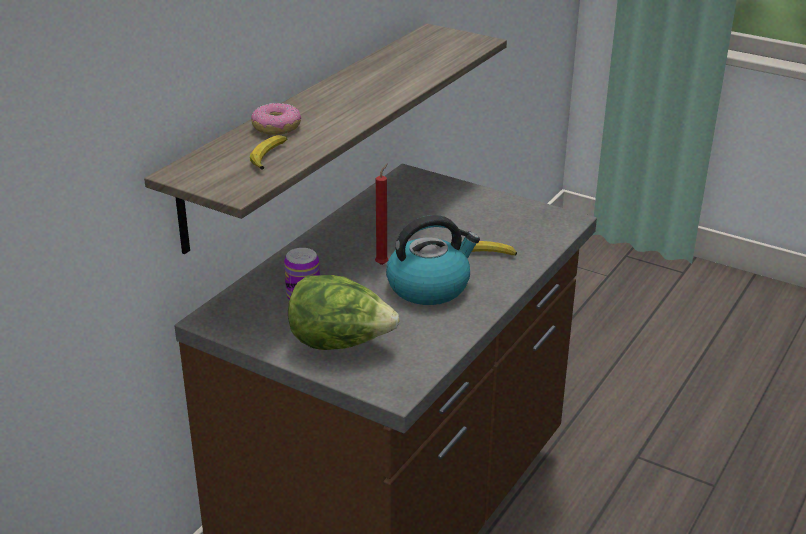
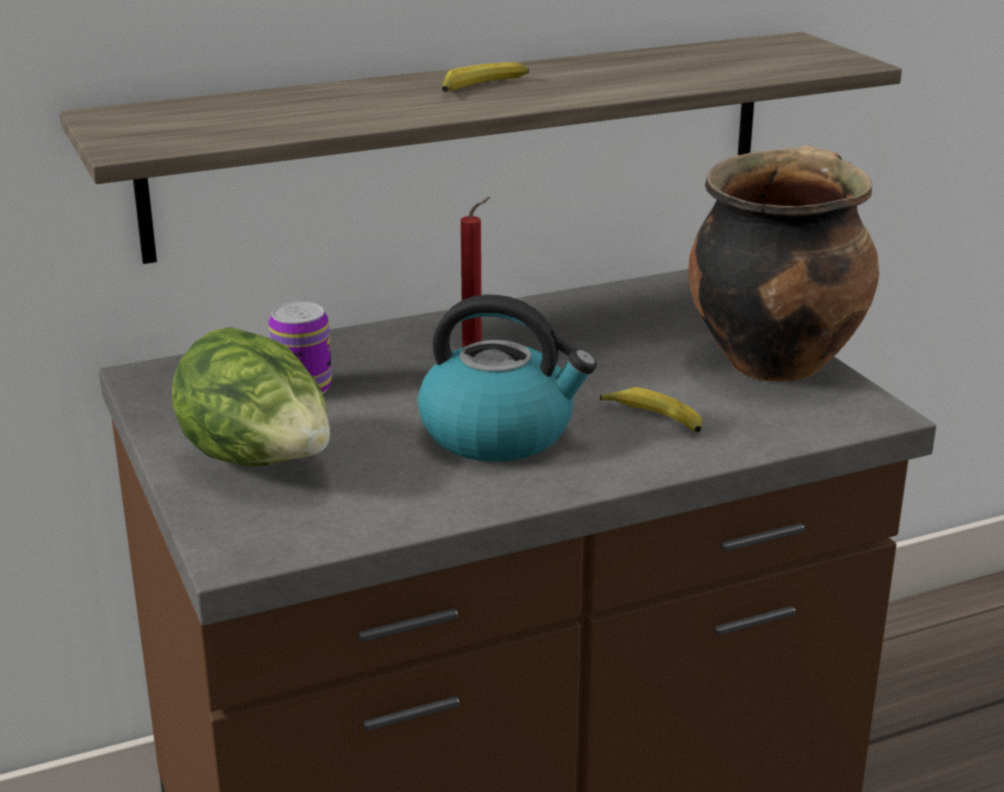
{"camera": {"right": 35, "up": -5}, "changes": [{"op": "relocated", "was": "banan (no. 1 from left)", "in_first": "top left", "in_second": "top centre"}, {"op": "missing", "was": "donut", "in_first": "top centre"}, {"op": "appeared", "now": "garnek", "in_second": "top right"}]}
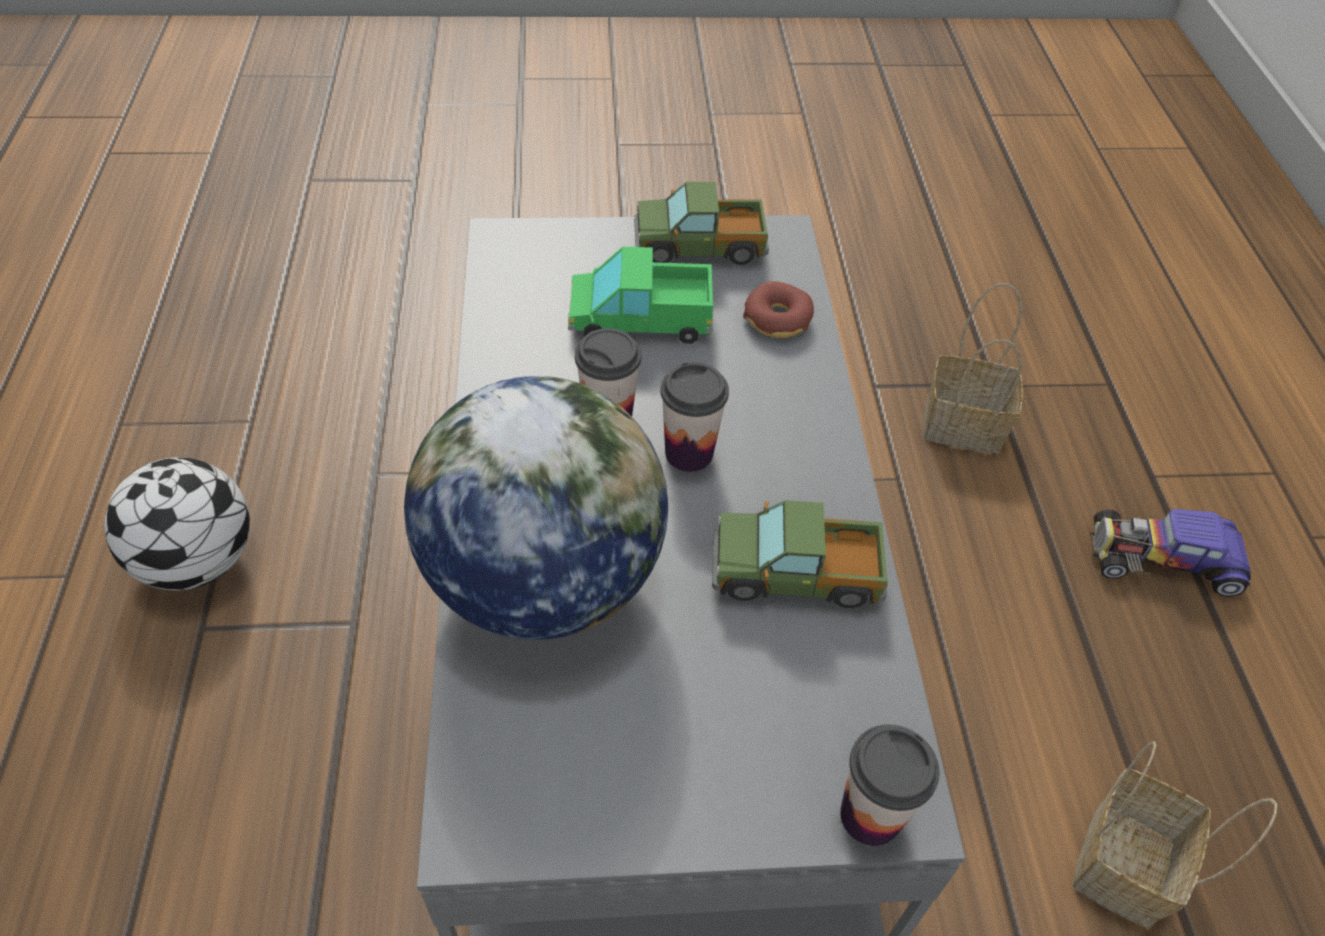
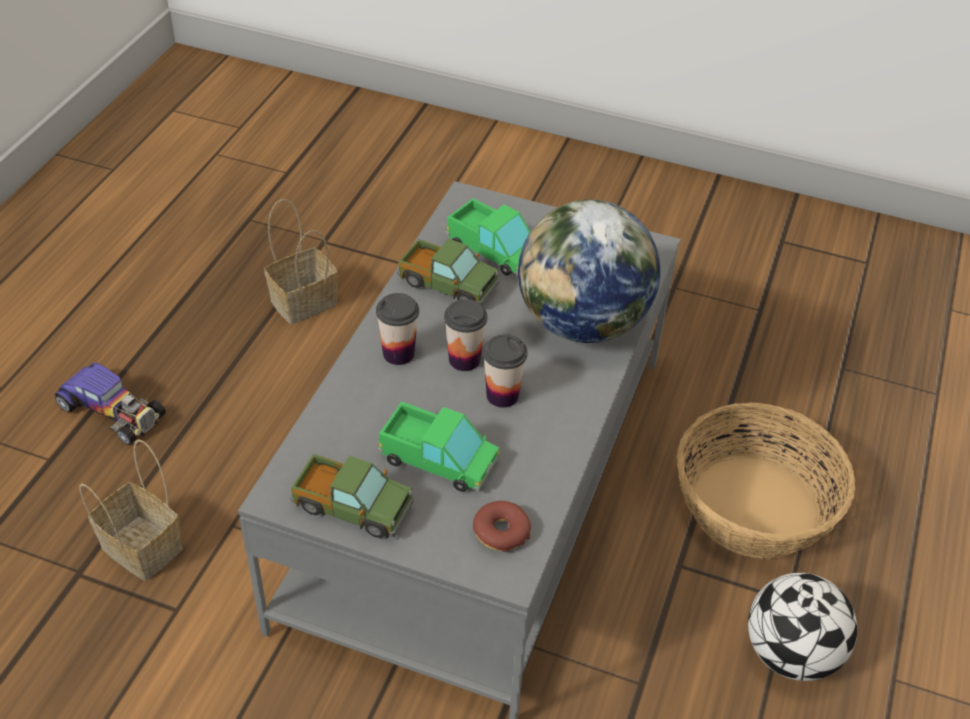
{"camera": {"right": -155, "up": -5}, "changes": [{"op": "relocated", "was": "donut", "in_first": "top centre", "in_second": "bottom centre"}, {"op": "relocated", "was": "filiżanka (no. 3 from left in the first image)", "now": "filiżanka (no. 1 from left)", "in_first": "bottom right", "in_second": "centre"}, {"op": "appeared", "now": "ciężarówka zabawkowa (no. 4 from left)", "in_second": "top centre"}, {"op": "appeared", "now": "koszyk (no. 3 from left)", "in_second": "bottom right"}]}
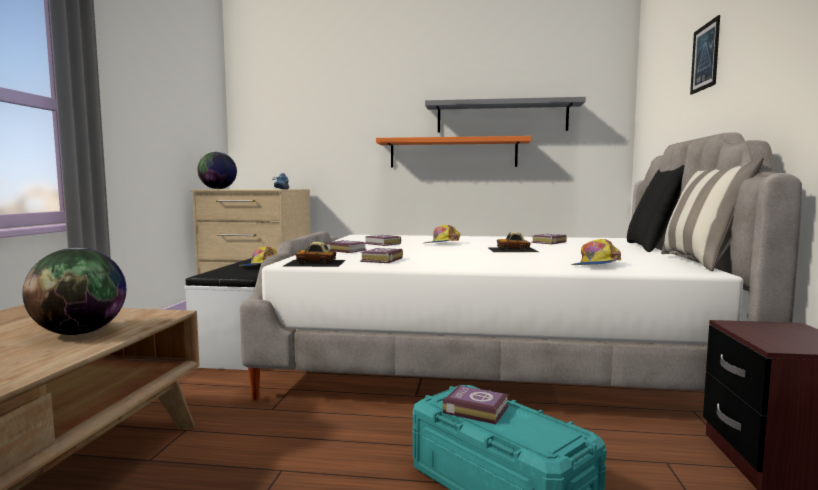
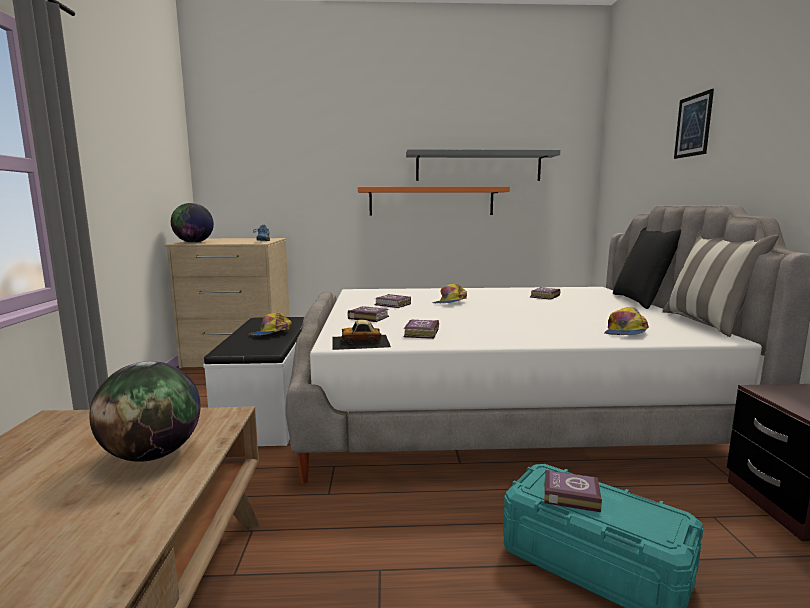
{"camera": {"right": -10, "up": 5}, "changes": [{"op": "missing", "was": "samochodzik (no. 2 from left)", "in_first": "centre"}]}
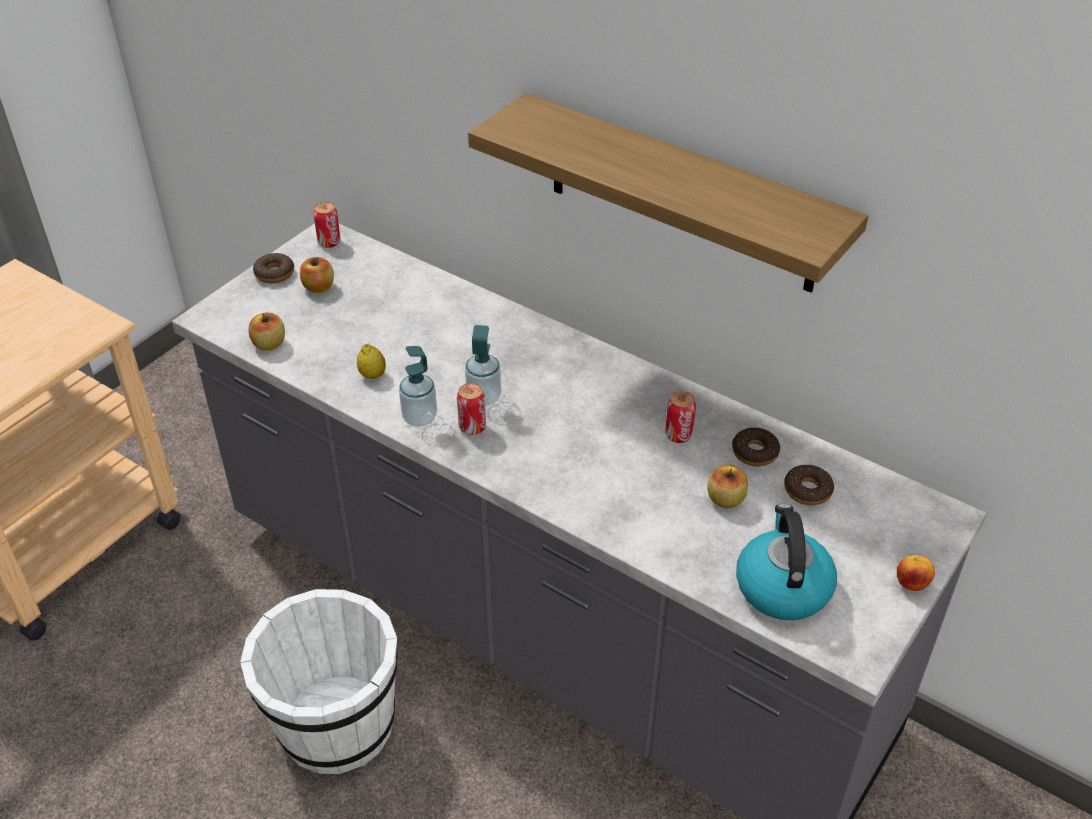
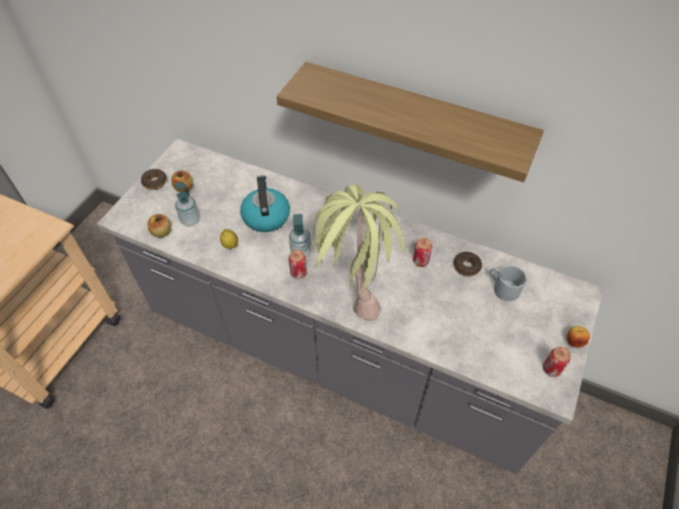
{"camera": {"right": -10, "up": 10}, "changes": [{"op": "missing", "was": "wiadro [biały]", "in_first": "bottom left"}, {"op": "relocated", "was": "puszka (no. 1 from left in the first image)", "now": "puszka (no. 3 from left)", "in_first": "top left", "in_second": "bottom right"}, {"op": "relocated", "was": "dozownik mydła (no. 1 from left)", "in_first": "centre", "in_second": "middle left"}, {"op": "missing", "was": "jabłko (no. 3 from left)", "in_first": "centre"}, {"op": "relocated", "was": "czajnik", "in_first": "bottom right", "in_second": "centre"}, {"op": "exchanged", "was": "donut (no. 3 from left)", "now": "kubek [szary]", "in_first": "middle right", "in_second": "middle right"}, {"op": "appeared", "now": "roślina doniczkowa", "in_second": "centre"}]}
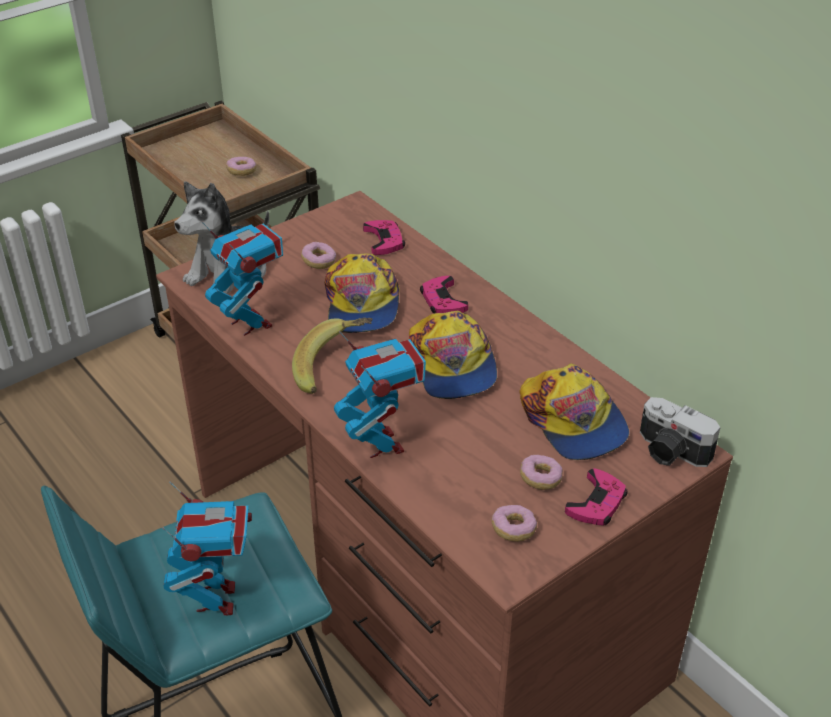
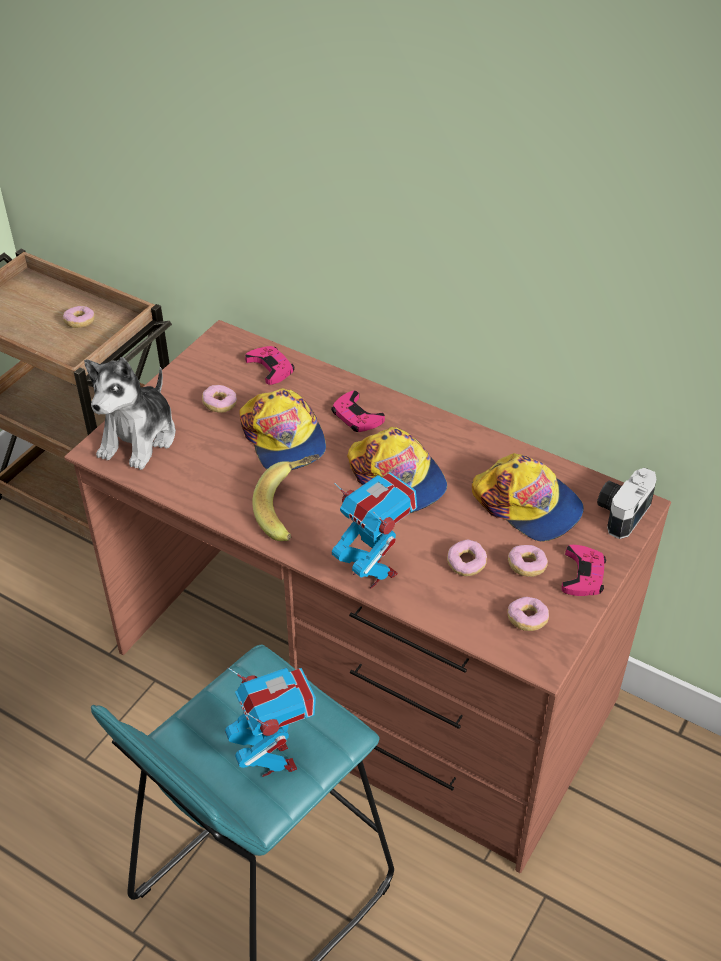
{"camera": {"right": -20, "up": 5}, "changes": [{"op": "missing", "was": "robot zabawkowy (no. 2 from left)", "in_first": "middle left"}, {"op": "spun", "was": "aparat fotograficzny", "in_first": "middle right", "in_second": "middle right", "clockwise": 105}, {"op": "appeared", "now": "donut (no. 3 from left)", "in_second": "centre"}]}
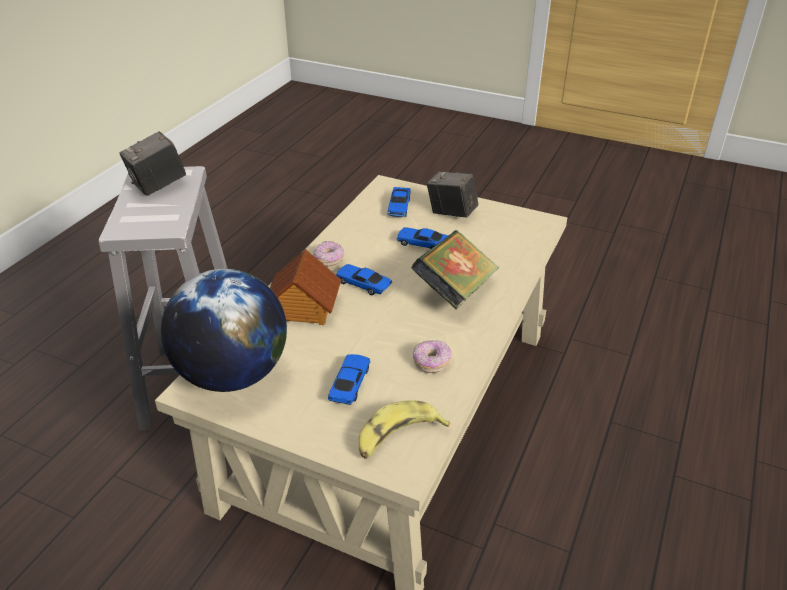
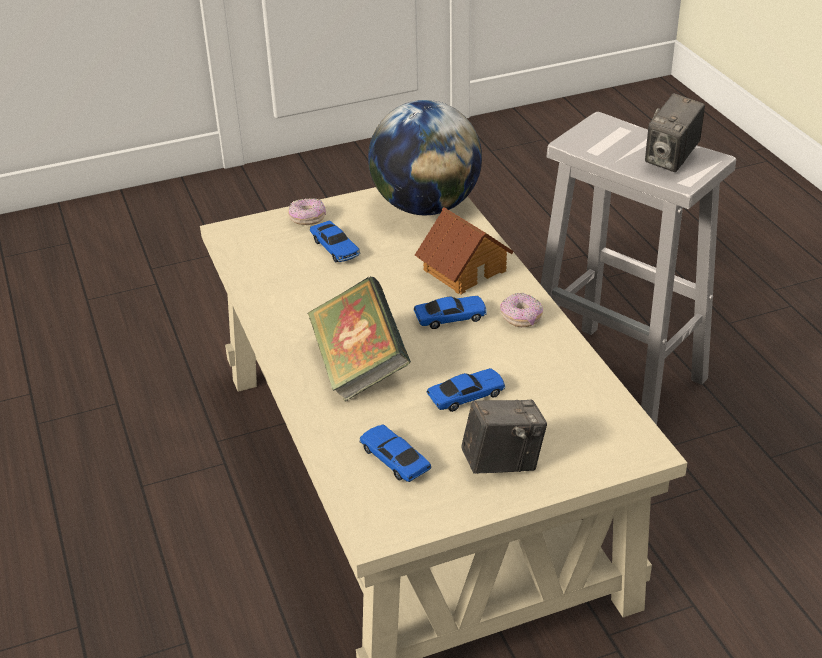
{"camera": {"right": 135, "up": 0}, "changes": [{"op": "spun", "was": "aparat fotograficzny (no. 1 from left in the first image)", "in_first": "top left", "in_second": "top right", "clockwise": -150}, {"op": "missing", "was": "banan", "in_first": "bottom centre"}, {"op": "relocated", "was": "samochodzik (no. 3 from left in the first image)", "now": "samochodzik (no. 2 from left)", "in_first": "centre", "in_second": "bottom centre"}, {"op": "relocated", "was": "donut (no. 2 from left in the first image)", "now": "donut (no. 1 from left)", "in_first": "centre", "in_second": "top centre"}]}
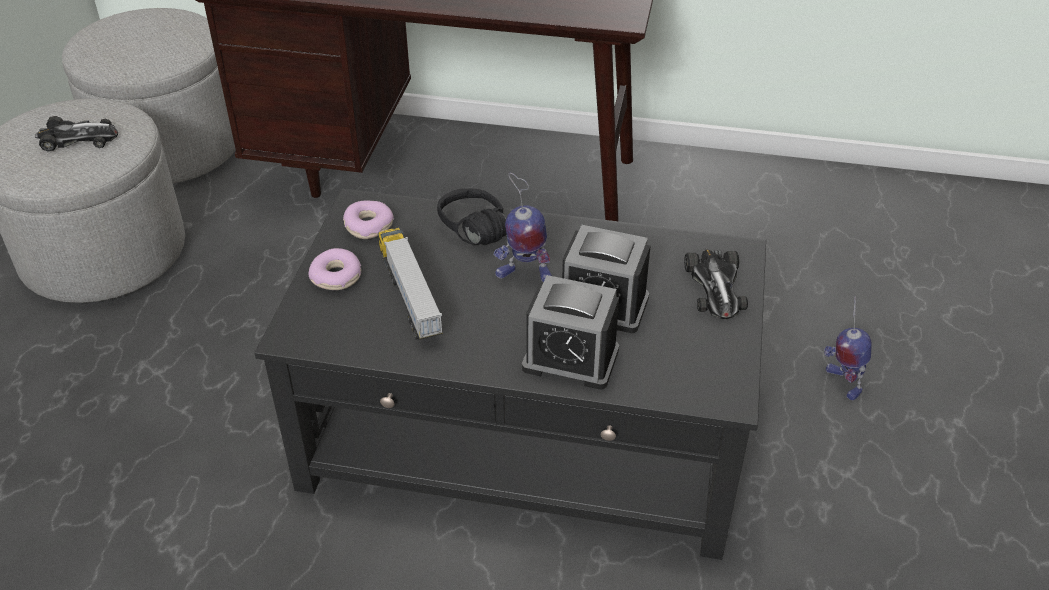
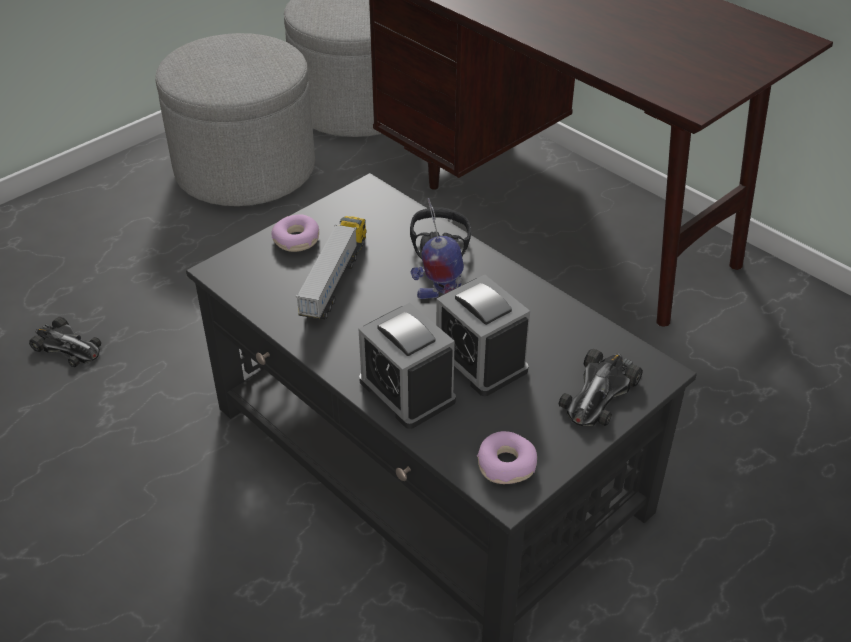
{"camera": {"right": 35, "up": 0}, "changes": [{"op": "relocated", "was": "samochodzik (no. 1 from left)", "in_first": "top left", "in_second": "middle left"}, {"op": "relocated", "was": "donut (no. 2 from left)", "in_first": "centre", "in_second": "bottom centre"}, {"op": "missing", "was": "robot zabawkowy (no. 2 from left)", "in_first": "middle right"}]}
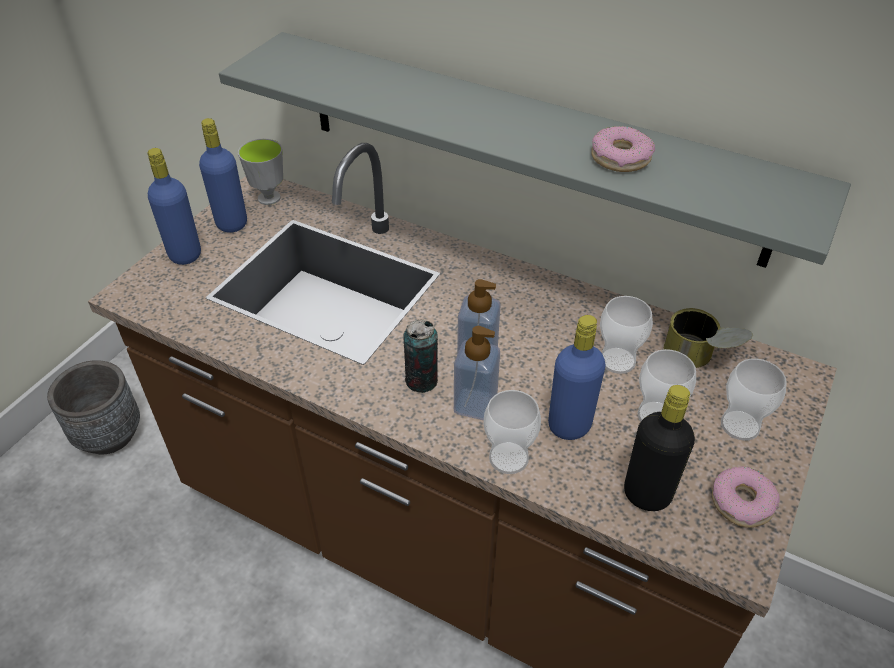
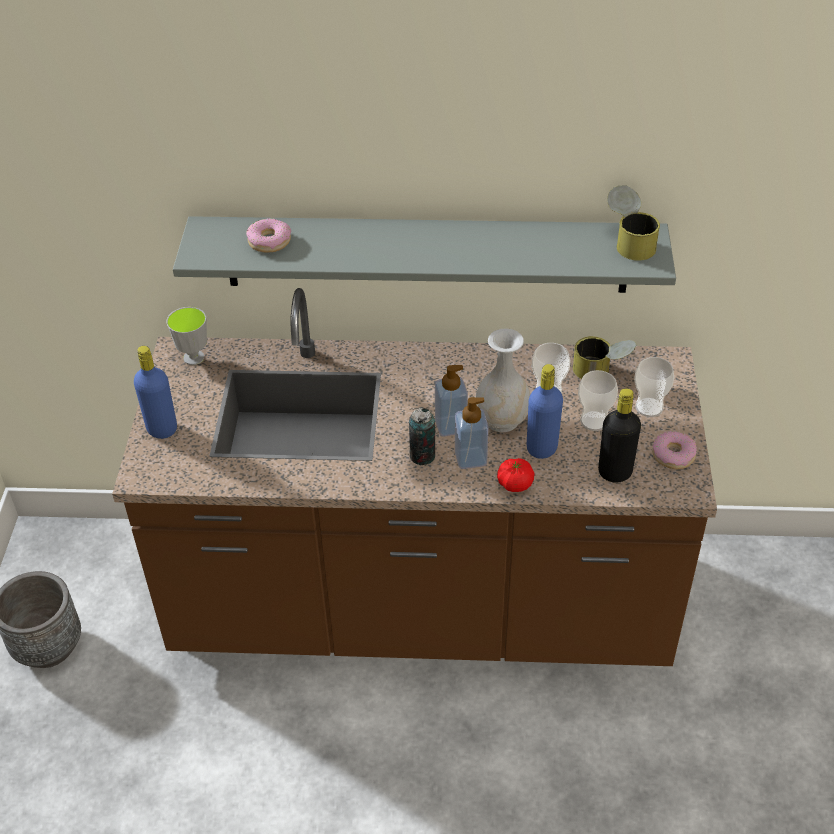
{"camera": {"right": -25, "up": 0}, "changes": [{"op": "missing", "was": "butelka [niebieski] (no. 2 from left)", "in_first": "top left"}, {"op": "exchanged", "was": "filiżanka (no. 2 from left)", "now": "pomidor", "in_first": "centre", "in_second": "centre"}, {"op": "relocated", "was": "donut (no. 1 from left)", "in_first": "top right", "in_second": "top left"}, {"op": "appeared", "now": "wazon [biały]", "in_second": "centre"}, {"op": "appeared", "now": "puszka (no. 3 from left)", "in_second": "top right"}]}
